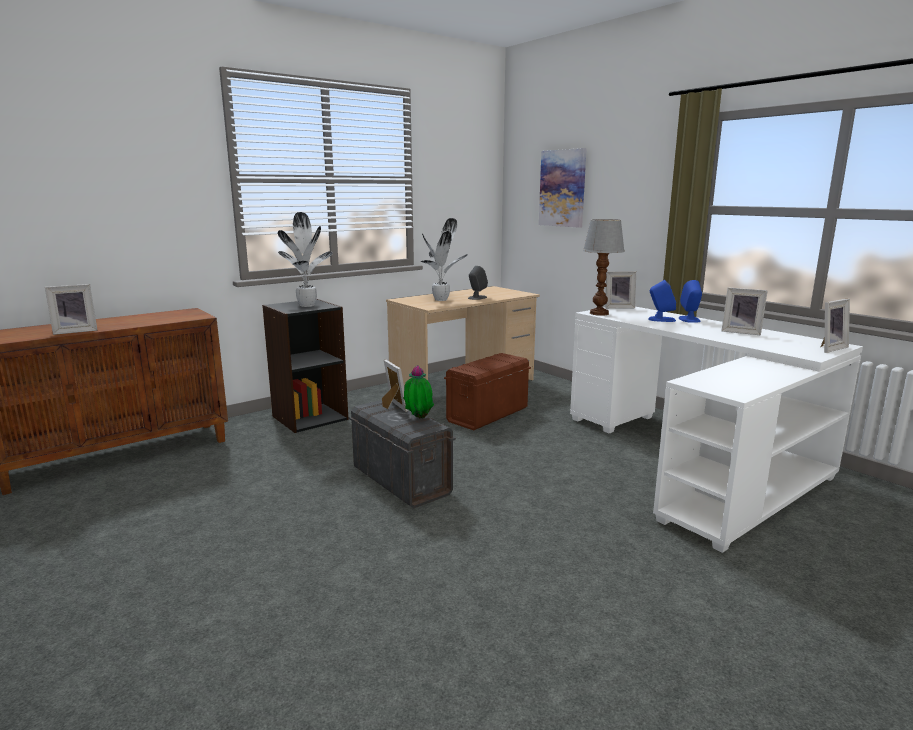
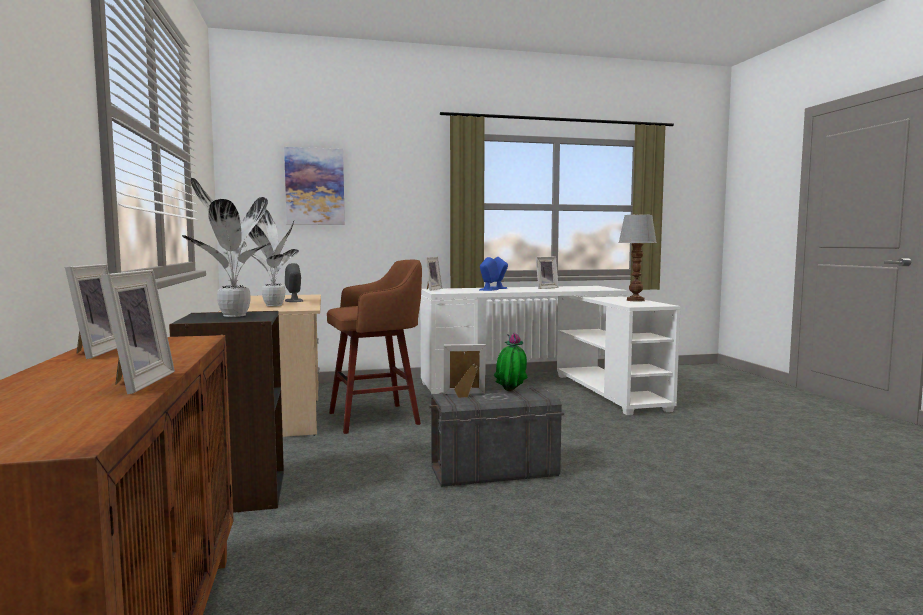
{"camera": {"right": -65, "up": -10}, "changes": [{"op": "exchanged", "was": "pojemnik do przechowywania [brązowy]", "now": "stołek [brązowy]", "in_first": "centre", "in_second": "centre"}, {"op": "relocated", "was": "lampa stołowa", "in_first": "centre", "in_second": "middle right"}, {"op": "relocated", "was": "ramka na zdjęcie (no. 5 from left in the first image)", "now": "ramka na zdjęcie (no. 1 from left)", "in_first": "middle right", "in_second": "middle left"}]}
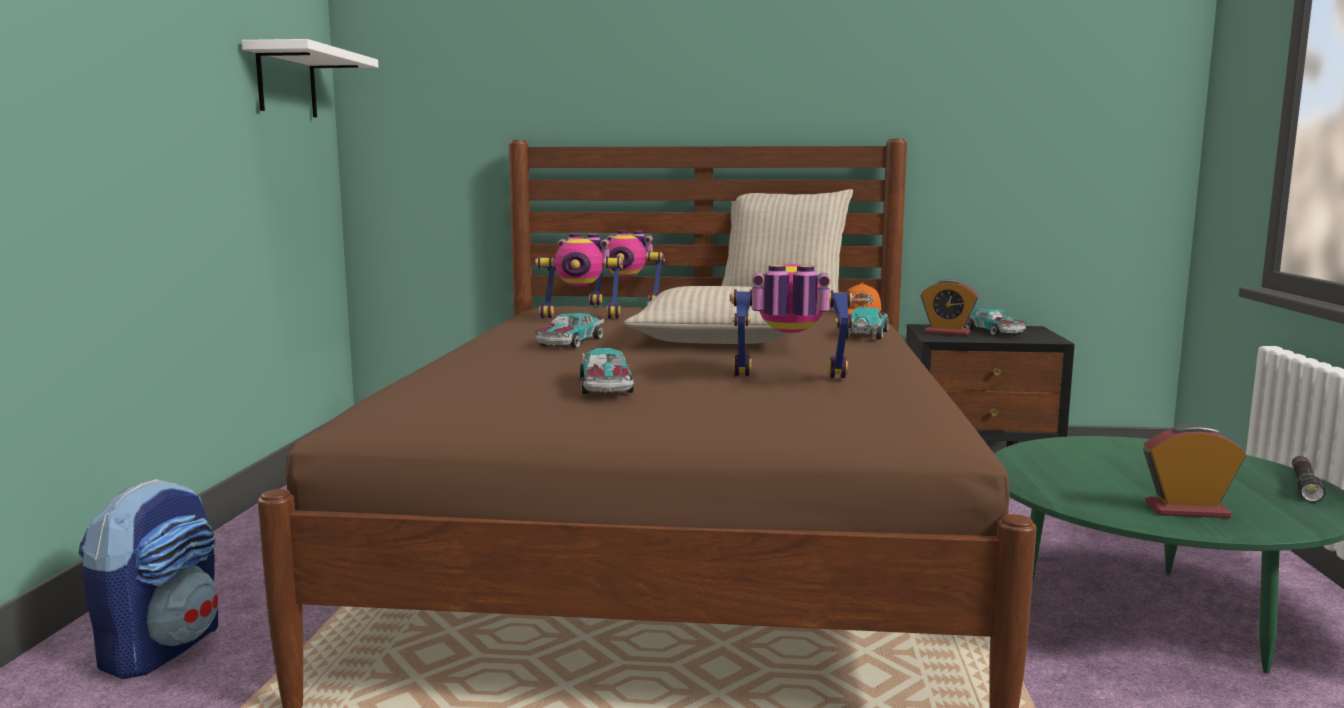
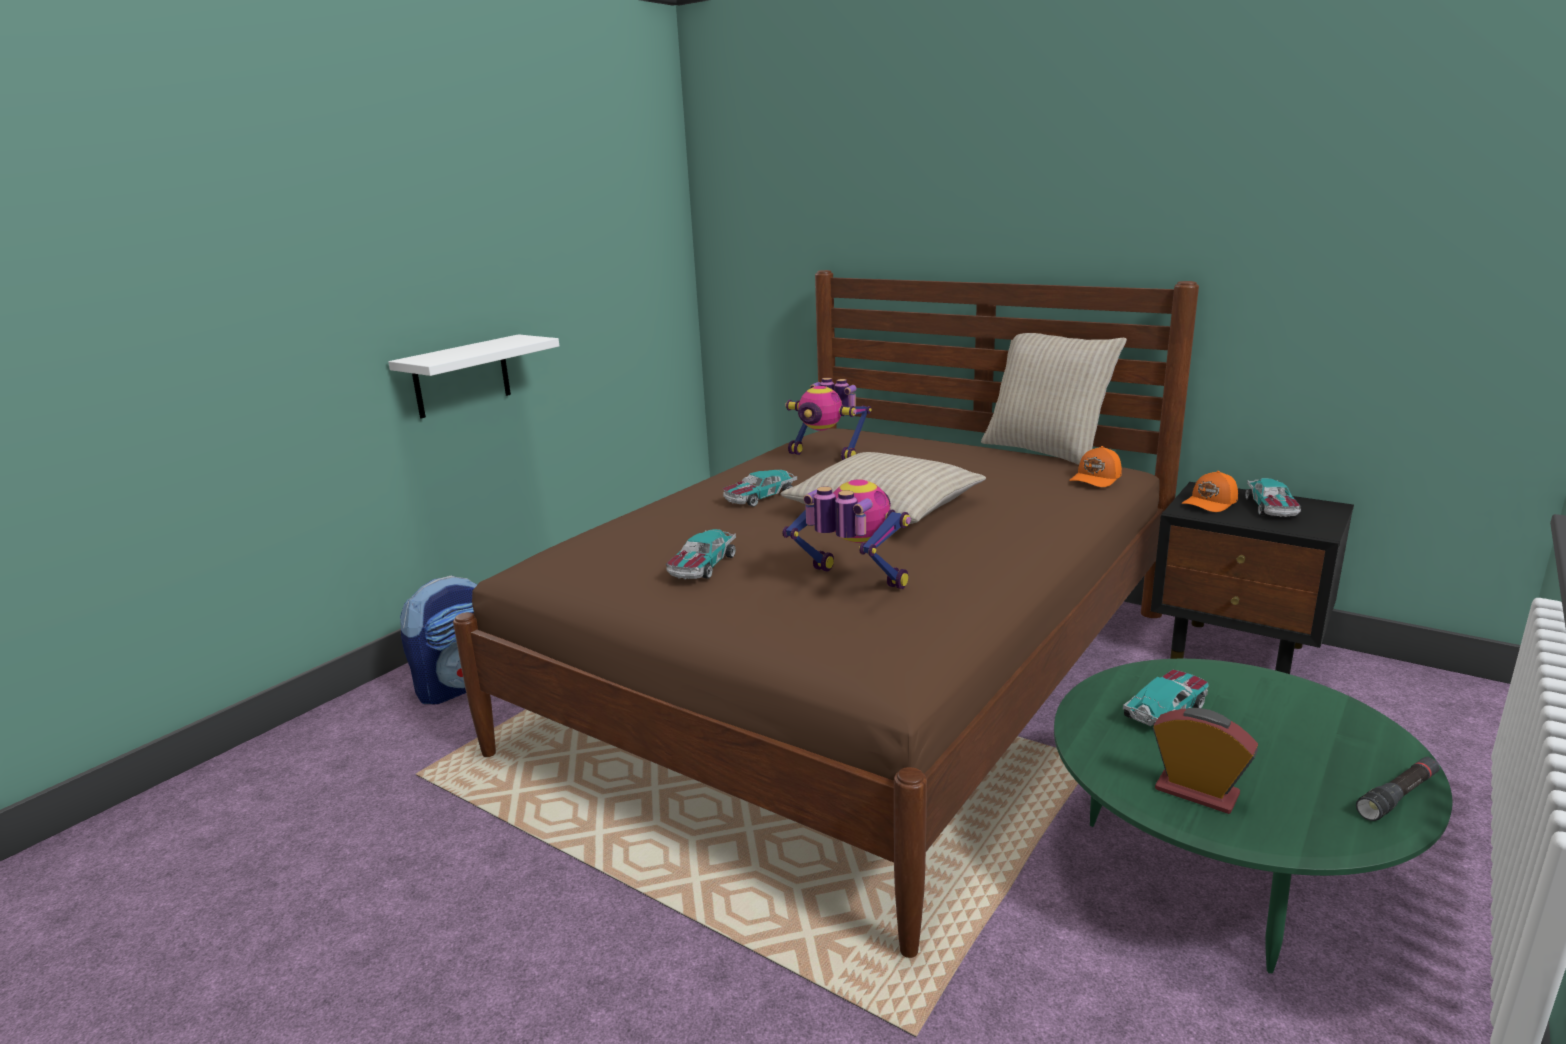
{"camera": {"right": 30, "up": 10}, "changes": [{"op": "relocated", "was": "półka [biały]", "in_first": "top left", "in_second": "middle left"}, {"op": "missing", "was": "robot zabawkowy (no. 2 from left)", "in_first": "centre"}, {"op": "relocated", "was": "samochodzik (no. 3 from left)", "in_first": "centre", "in_second": "bottom right"}, {"op": "exchanged", "was": "budzik (no. 1 from left)", "now": "czapka z daszkiem [pomarańczowy] (no. 2 from left)", "in_first": "middle right", "in_second": "middle right"}]}
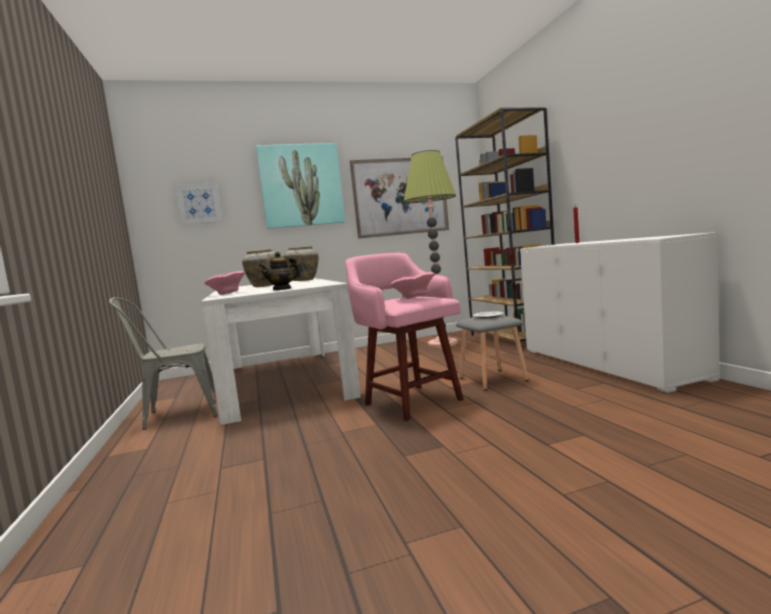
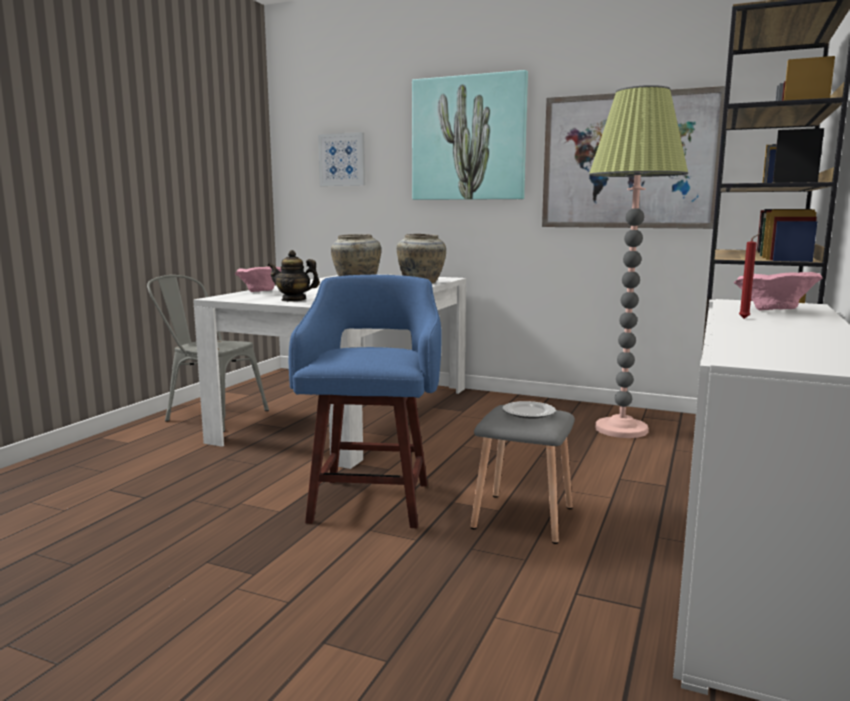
{"camera": {"right": 40, "up": 5}, "changes": [{"op": "colour", "was": "stołek [różowy]", "now": "stołek [niebieski]", "in_first": "centre", "in_second": "centre"}, {"op": "relocated", "was": "miska [różowy] (no. 2 from left)", "in_first": "centre", "in_second": "middle right"}]}
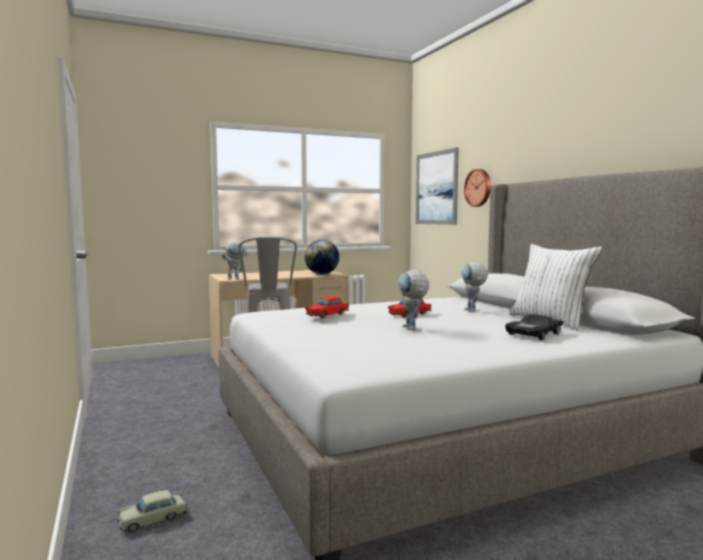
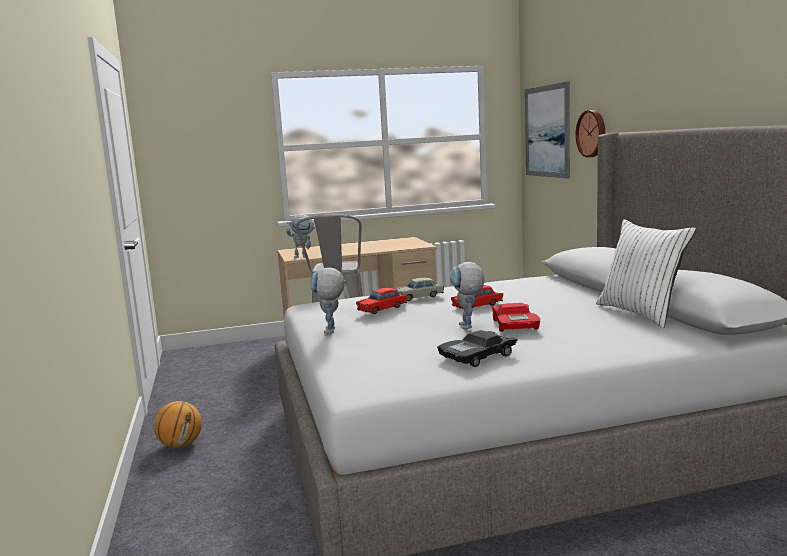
{"camera": {"right": 10, "up": 5}, "changes": [{"op": "relocated", "was": "samochodzik [beżowy]", "in_first": "bottom left", "in_second": "centre"}, {"op": "missing", "was": "globus", "in_first": "centre"}, {"op": "relocated", "was": "robot zabawkowy (no. 3 from left in the first image)", "now": "robot zabawkowy (no. 2 from left)", "in_first": "middle right", "in_second": "centre"}, {"op": "relocated", "was": "samochodzik [czarny]", "in_first": "middle right", "in_second": "centre"}, {"op": "appeared", "now": "piłka do koszykówki", "in_second": "bottom left"}, {"op": "appeared", "now": "samochodzik [czerwony] (no. 3 from left)", "in_second": "centre"}]}
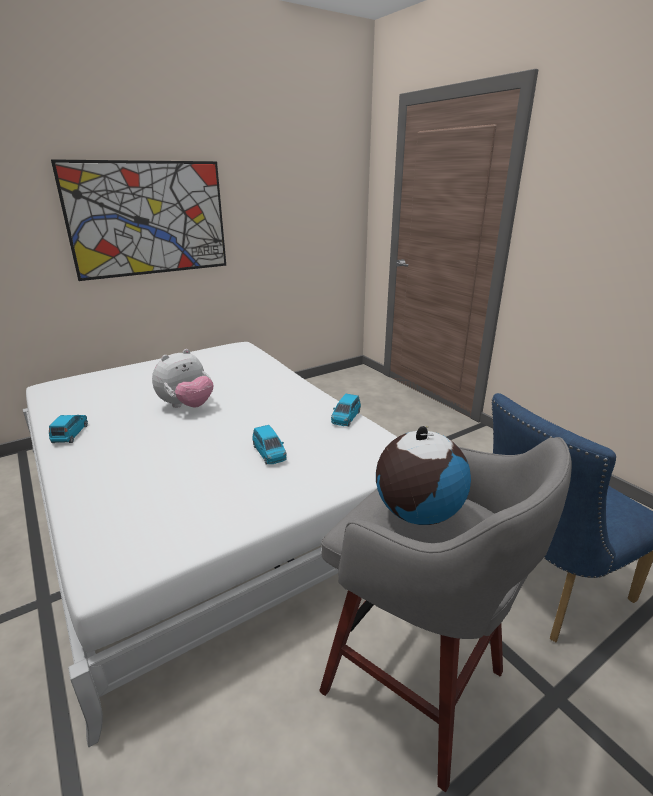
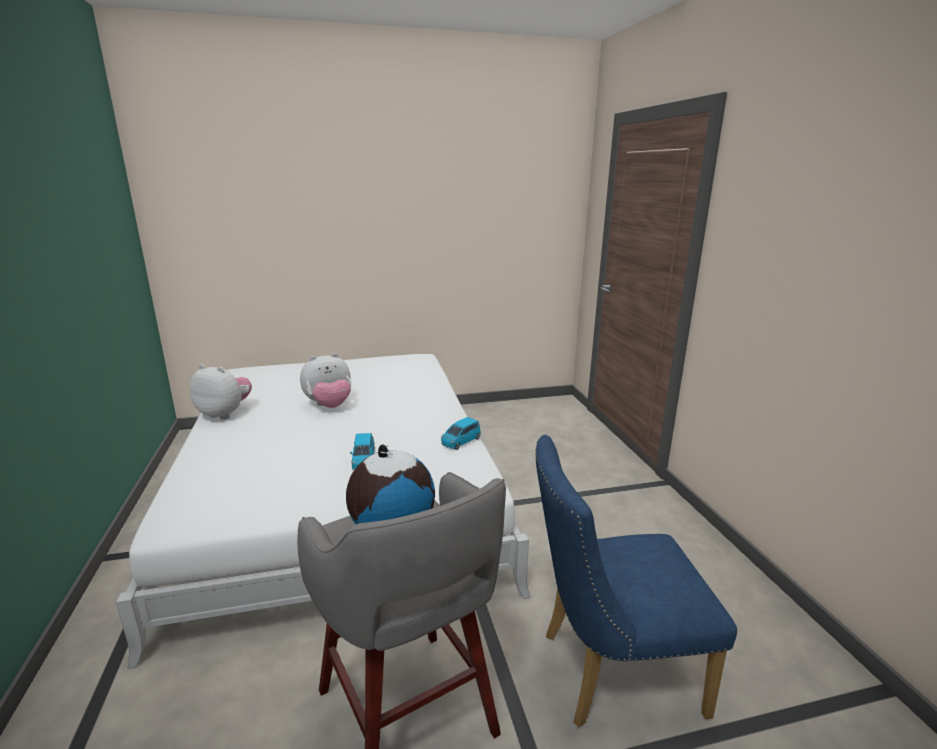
{"camera": {"right": 20, "up": -5}, "changes": [{"op": "exchanged", "was": "samochodzik [niebieski] (no. 1 from left)", "now": "pluszak (no. 1 from left)", "in_first": "middle left", "in_second": "middle left"}, {"op": "missing", "was": "obraz", "in_first": "top left"}]}
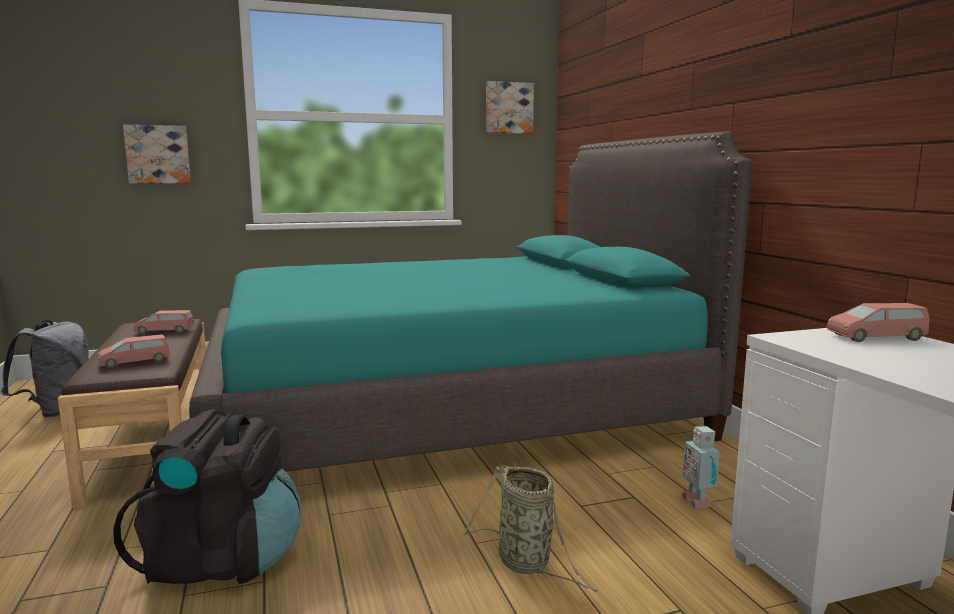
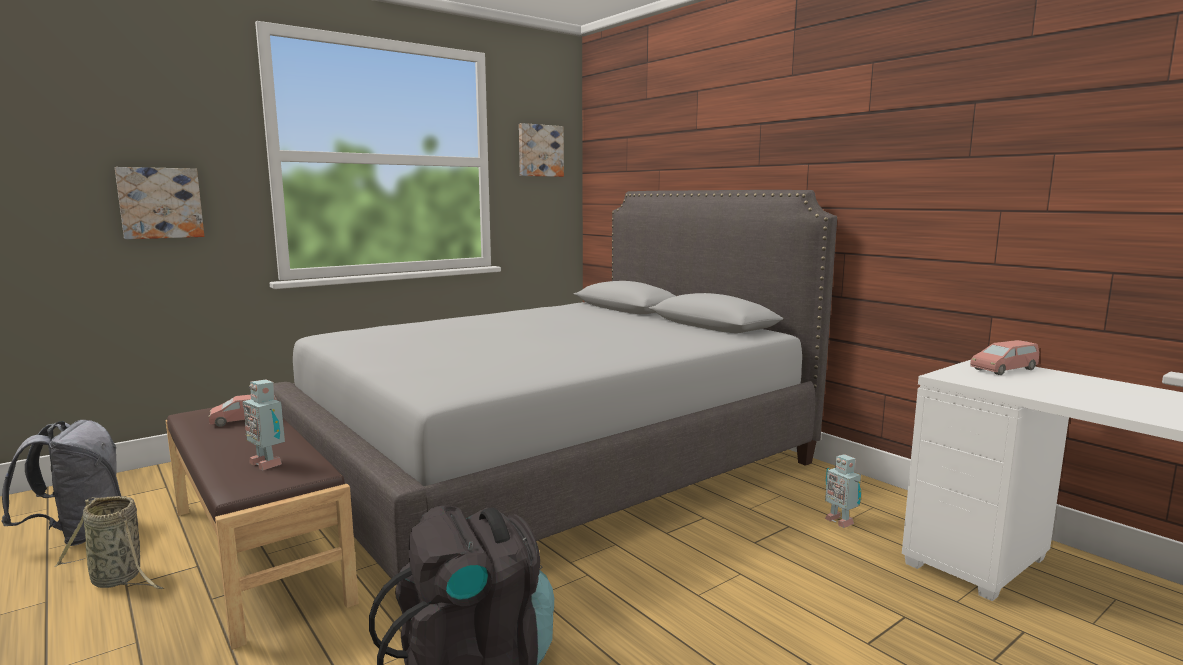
{"camera": {"right": -20, "up": 0}, "changes": [{"op": "exchanged", "was": "samochodzik [różowy] (no. 1 from left)", "now": "robot zabawkowy (no. 1 from left)", "in_first": "middle left", "in_second": "middle left"}, {"op": "colour", "was": "łóżko [turkusowy]", "now": "łóżko [szary]", "in_first": "centre", "in_second": "centre"}, {"op": "relocated", "was": "koszyk", "in_first": "bottom centre", "in_second": "bottom left"}]}
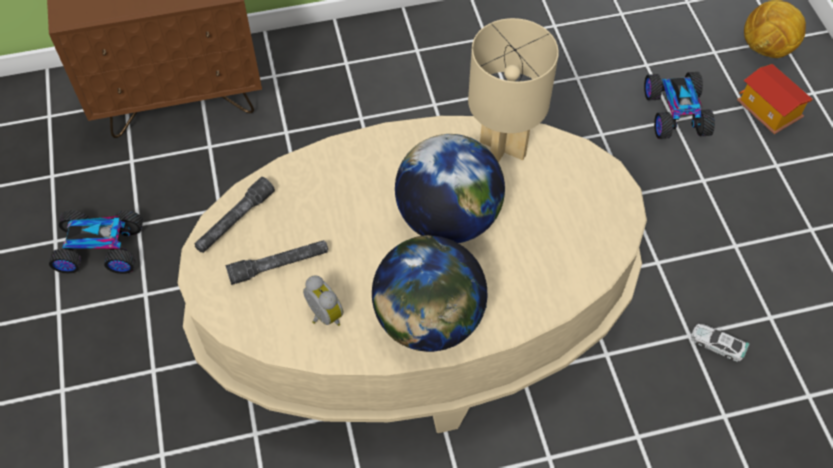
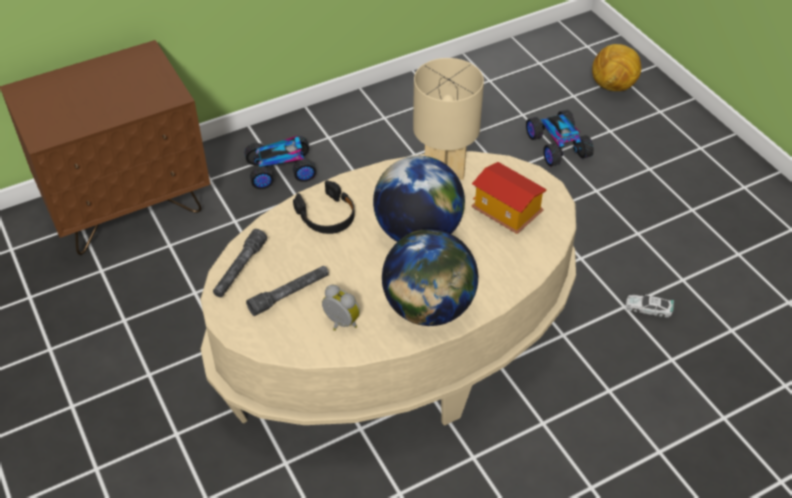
{"camera": {"right": -15, "up": -10}, "changes": [{"op": "relocated", "was": "samochodzik (no. 1 from left)", "in_first": "middle left", "in_second": "top centre"}, {"op": "relocated", "was": "domek", "in_first": "top right", "in_second": "centre"}, {"op": "appeared", "now": "słuchawki [czarny]", "in_second": "centre"}]}
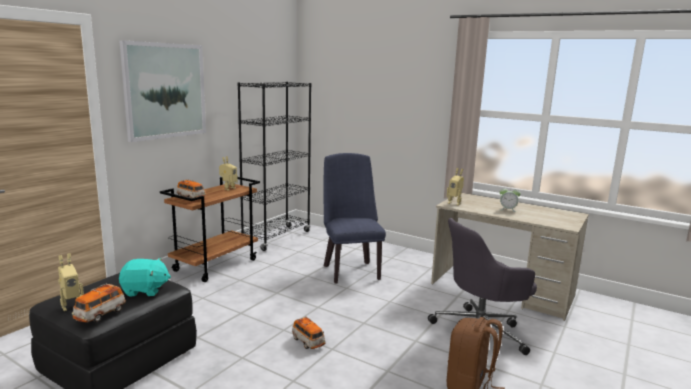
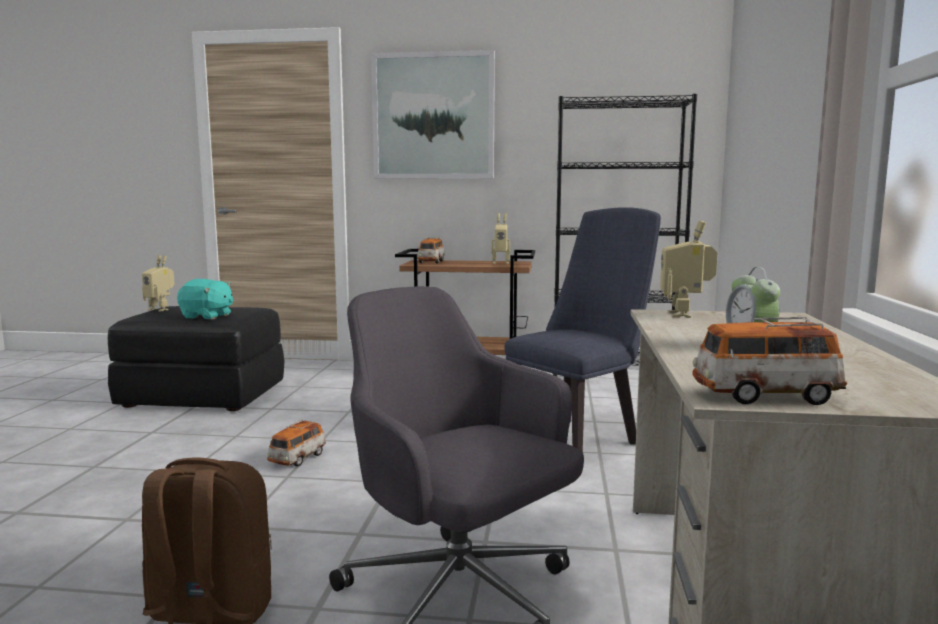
{"camera": {"right": 65, "up": -5}, "changes": [{"op": "relocated", "was": "samochodzik (no. 1 from left in the first image)", "now": "samochodzik (no. 3 from left)", "in_first": "bottom left", "in_second": "middle right"}, {"op": "spun", "was": "pluszak [turkusowy]", "in_first": "bottom left", "in_second": "middle left", "clockwise": -45}]}
